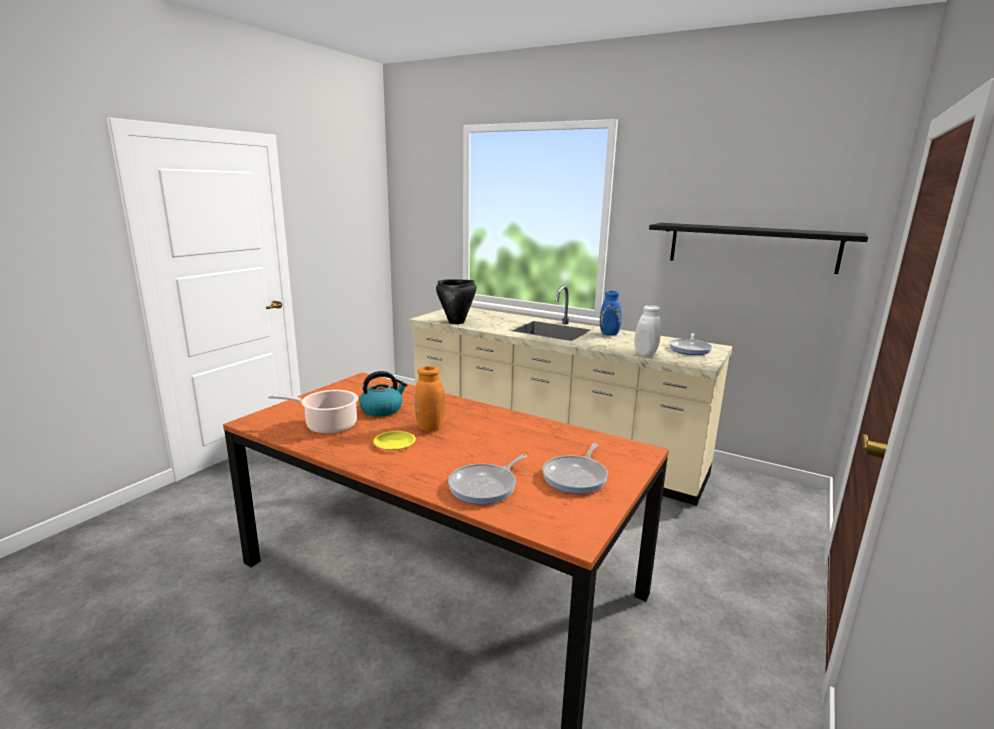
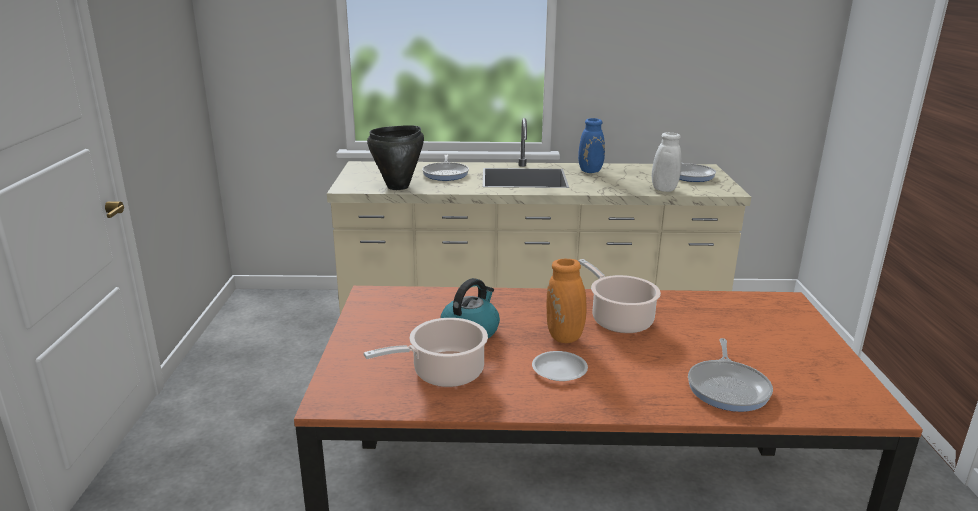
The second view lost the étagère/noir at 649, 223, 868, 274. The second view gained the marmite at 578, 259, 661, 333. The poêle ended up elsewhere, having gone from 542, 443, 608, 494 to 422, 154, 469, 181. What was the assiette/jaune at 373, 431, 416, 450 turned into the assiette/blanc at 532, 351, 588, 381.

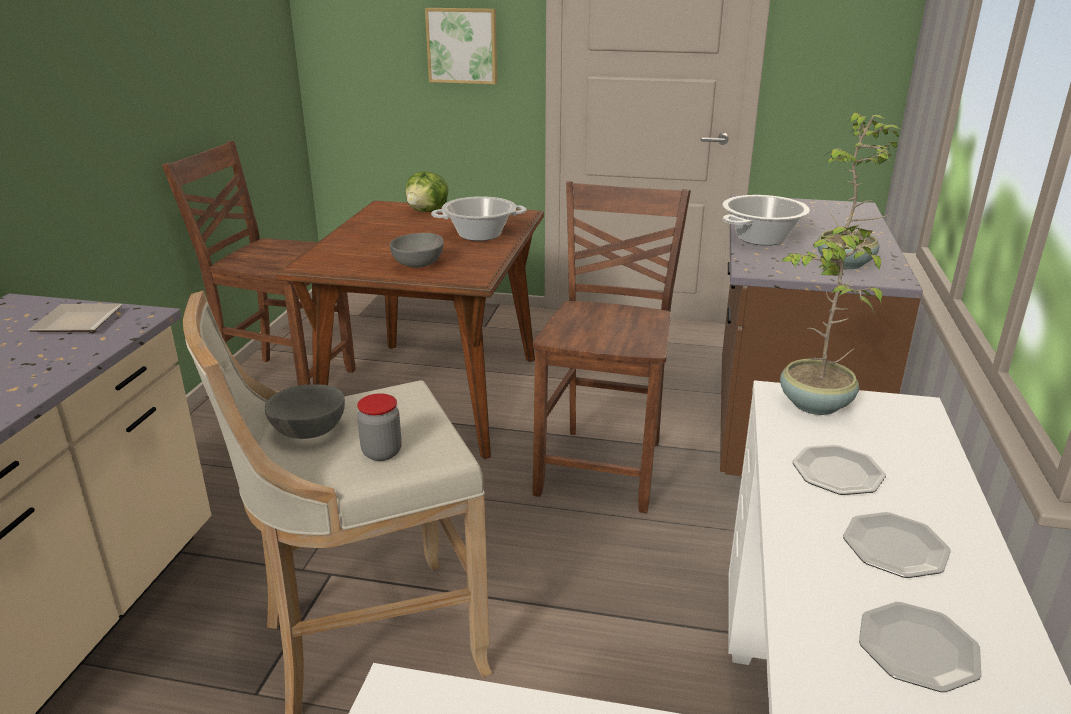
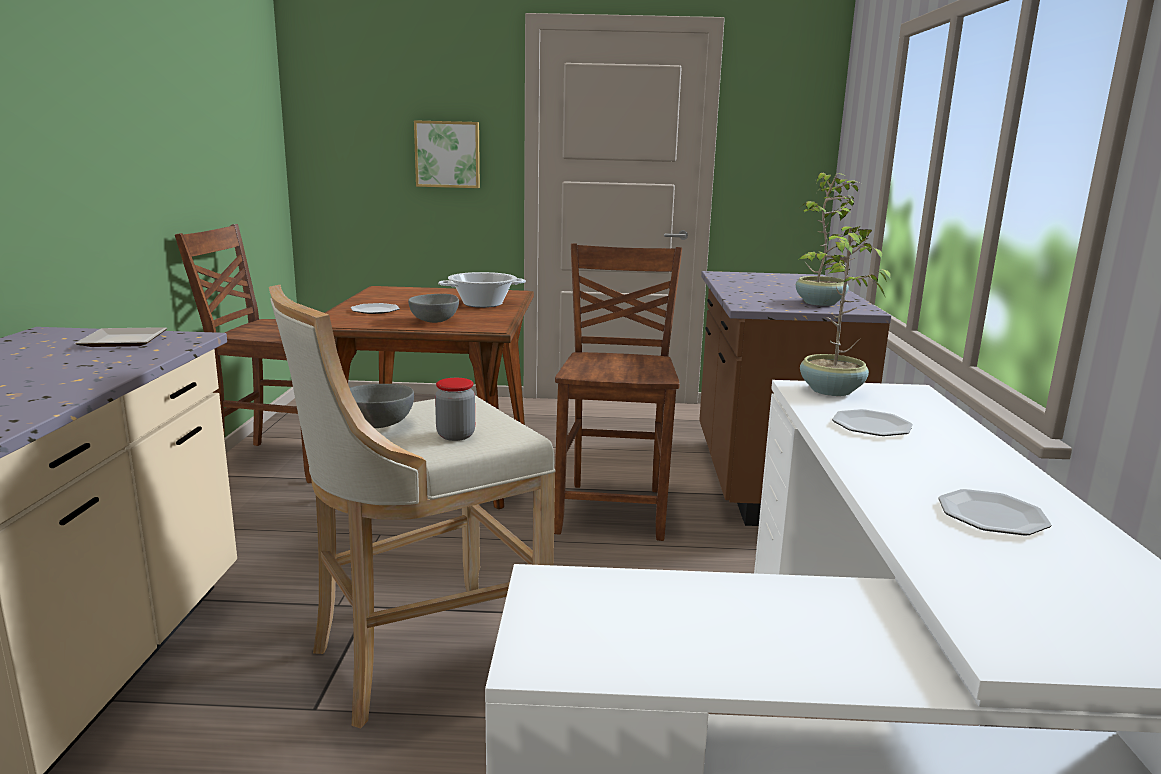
The second view lost the laitue at 405, 171, 449, 212. The second view lost the marmite at 722, 195, 810, 246. The assiette ended up elsewhere, having gone from 843, 512, 951, 578 to 351, 303, 400, 314.

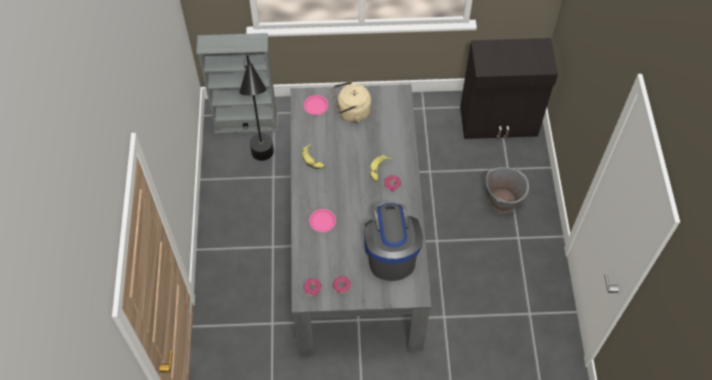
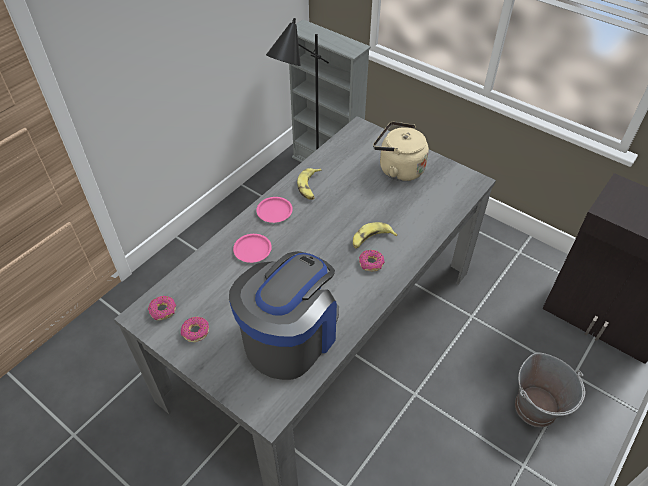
The assiette/rose ended up elsewhere, having gone from 304, 95, 328, 115 to 256, 197, 293, 223.

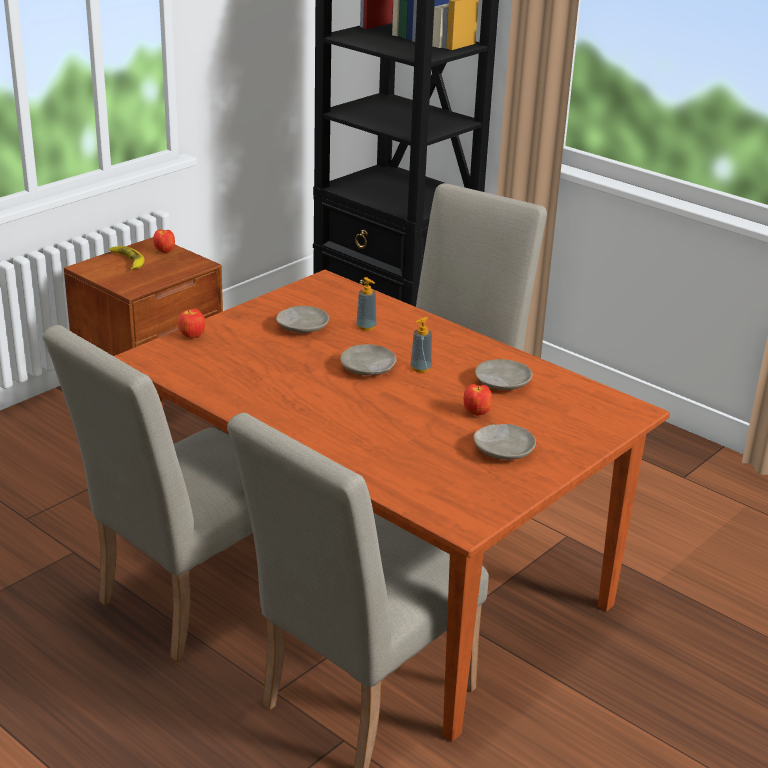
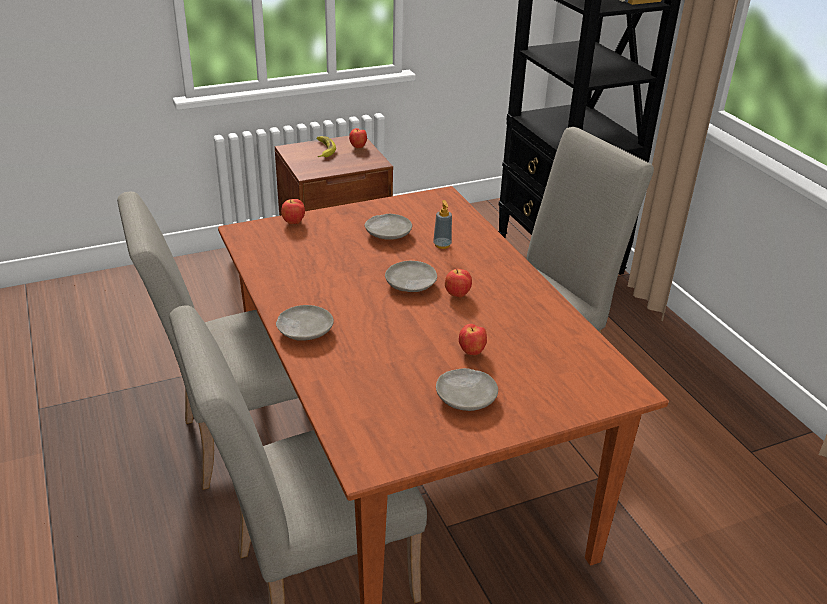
The assiette/beige ended up elsewhere, having gone from 475, 359, 532, 390 to 276, 305, 334, 341. Where the distributeur de savon stood at 410, 317, 432, 373, the pomme came to stand at 445, 269, 472, 298.

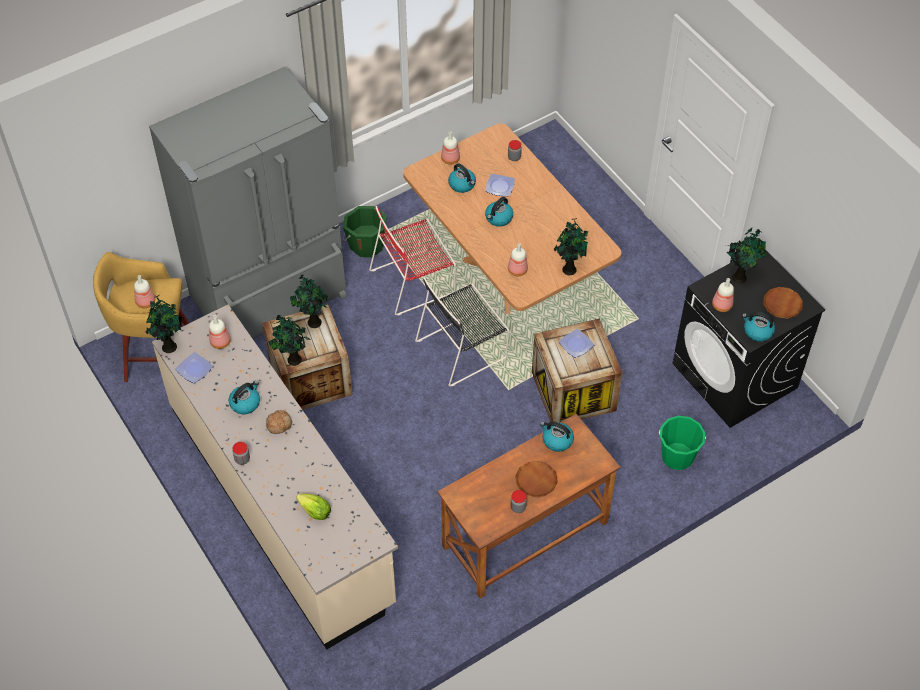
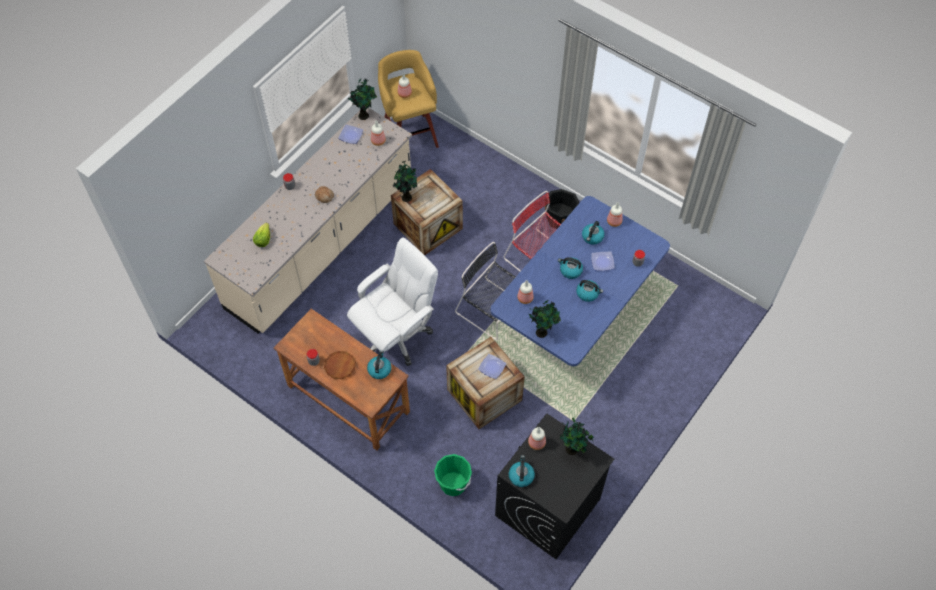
The second view lost the réfrigérateur/gris at 149, 67, 347, 339. The second view lost the plante en pot at 290, 274, 328, 328. The second view lost the assiette/marron at 763, 287, 803, 319. The second view gained the chaise de bureau/blanc at 347, 237, 438, 366. The bouilloire ended up elsewhere, having gone from 229, 381, 260, 415 to 576, 280, 603, 302. What was the seau/vert at 343, 206, 387, 257 turned into the seau/noir at 545, 189, 580, 229. What was the table à manger/marron at 403, 123, 622, 314 turned into the table à manger/bleu at 490, 196, 670, 366.

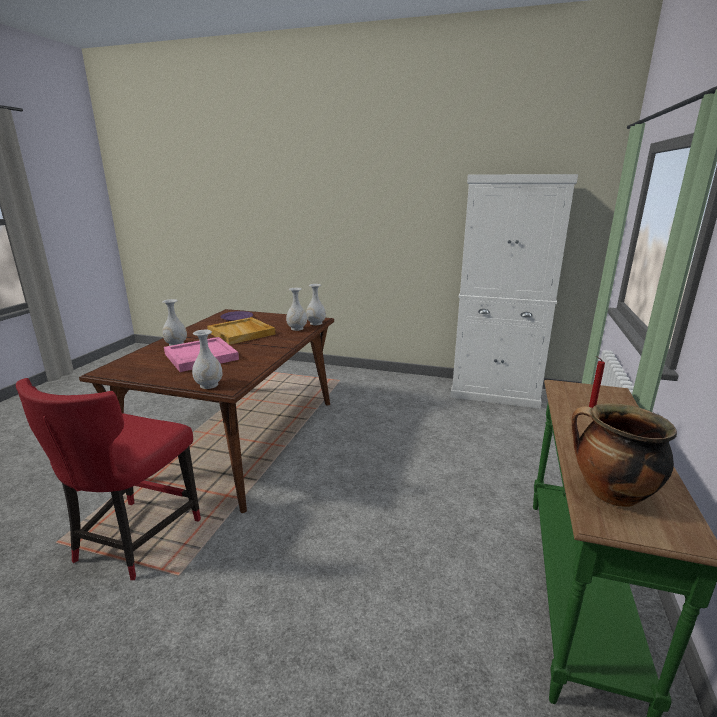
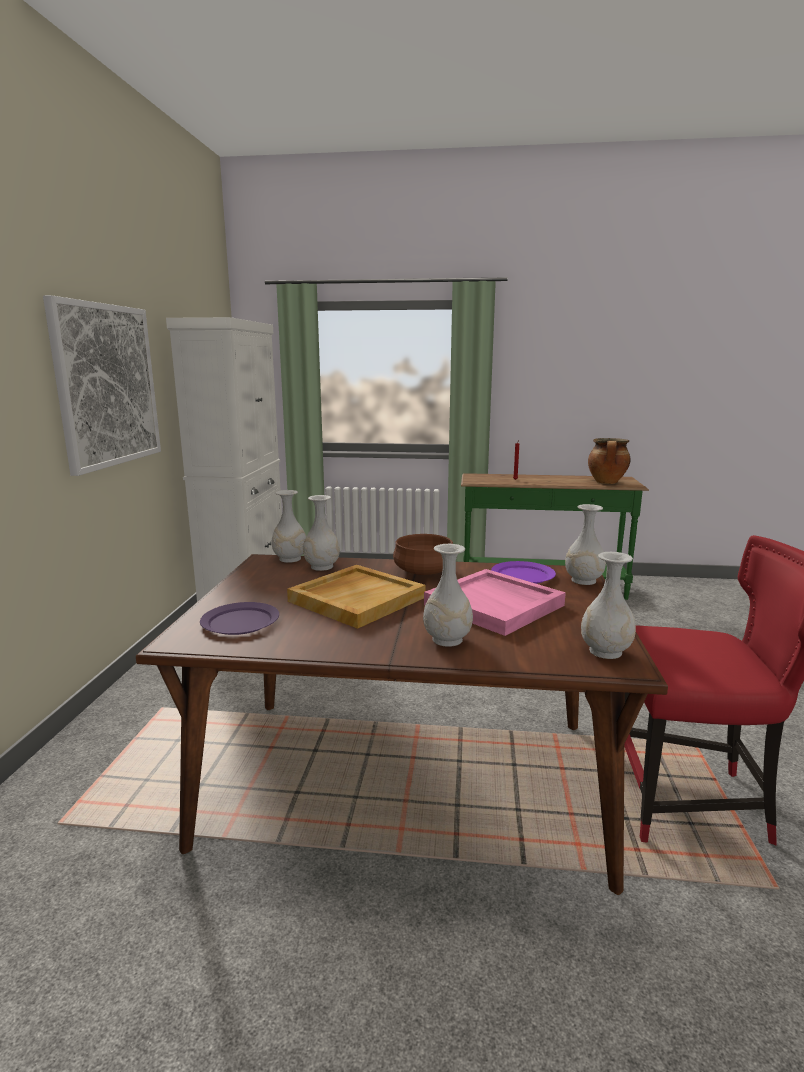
The second view gained the tableau at 43, 295, 161, 476. The second view gained the marmite/marron at 393, 534, 457, 575. The second view gained the assiette/violet at 491, 561, 556, 584. The second view gained the vase/blanc at 581, 552, 636, 659.

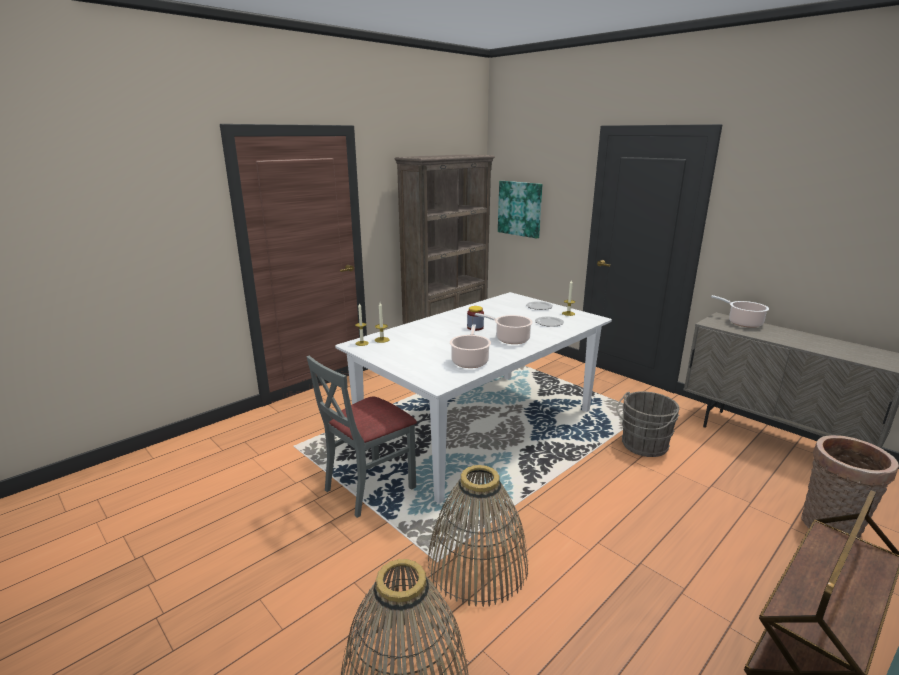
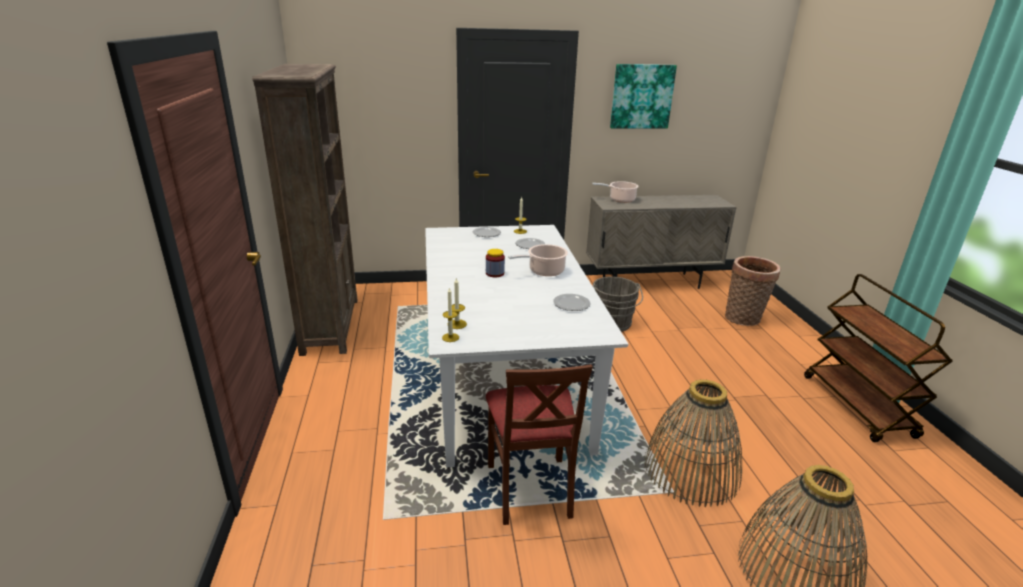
The tableau ended up elsewhere, having gone from 498, 181, 542, 239 to 610, 64, 677, 128. Where the marmite stood at 450, 324, 491, 368, the assiette came to stand at 553, 294, 590, 311. What was the chaise/gris at 307, 356, 417, 518 turned into the chaise/marron at 486, 364, 593, 525.

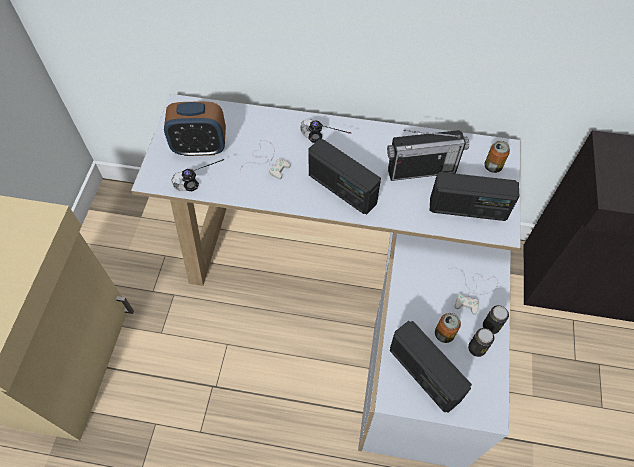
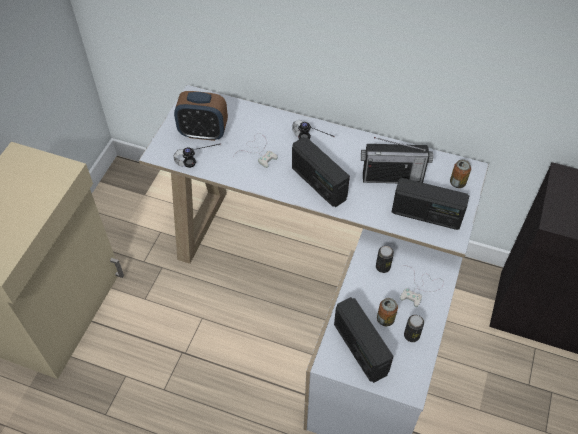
The boîte métallique ended up elsewhere, having gone from 483, 305, 509, 334 to 376, 246, 394, 273.

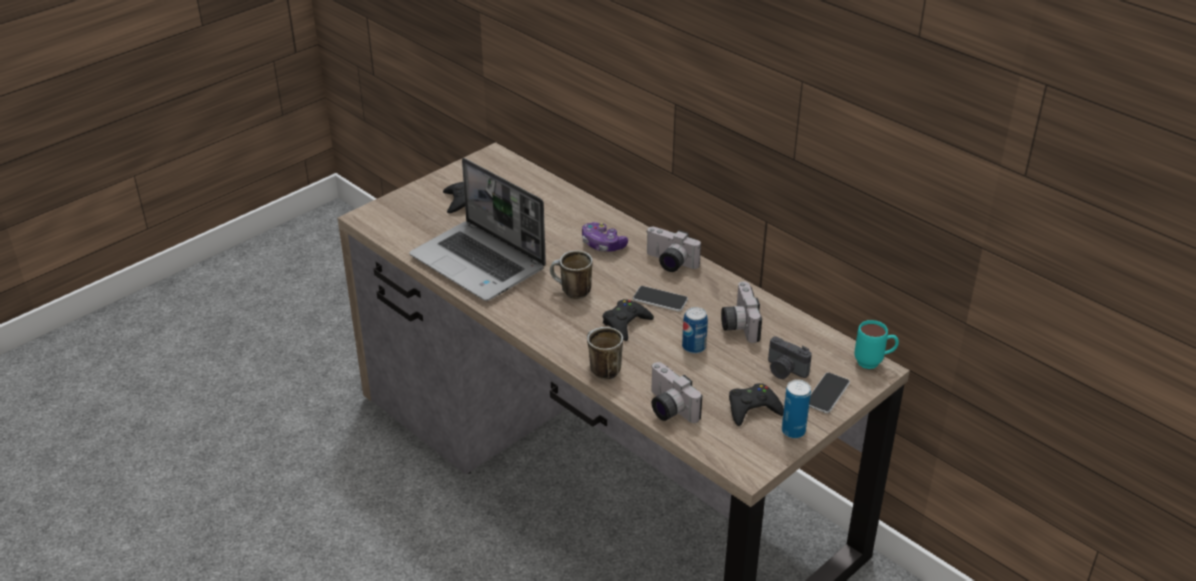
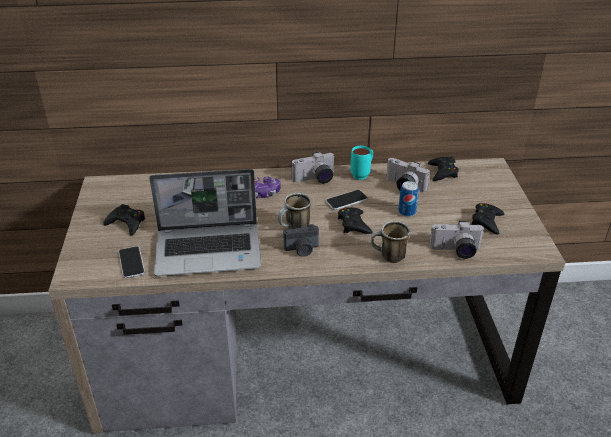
The second view lost the boîte métallique at 782, 379, 811, 438. The second view gained the manette/noir at 428, 156, 459, 181. The appareil photo ended up elsewhere, having gone from 768, 336, 812, 379 to 283, 224, 319, 257. The téléphone ended up elsewhere, having gone from 809, 372, 850, 413 to 119, 246, 145, 278. The mug/turquoise ended up elsewhere, having gone from 854, 320, 899, 369 to 350, 146, 373, 180.

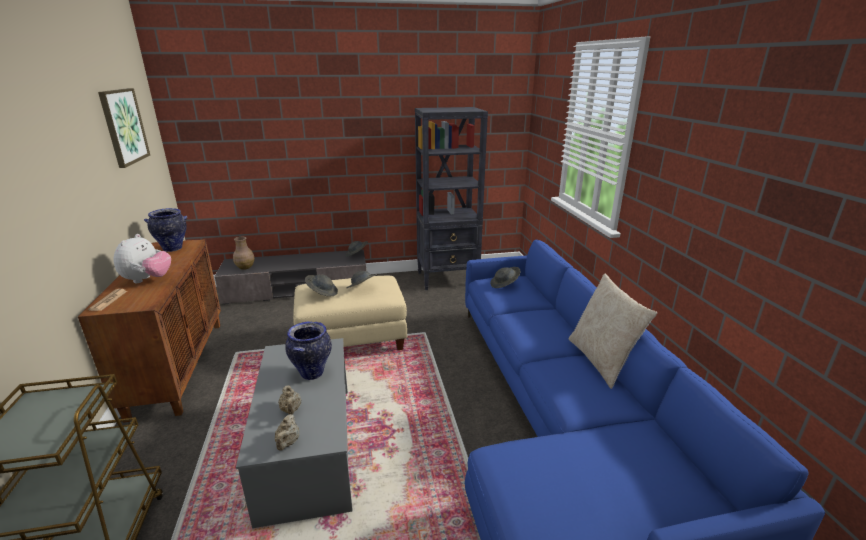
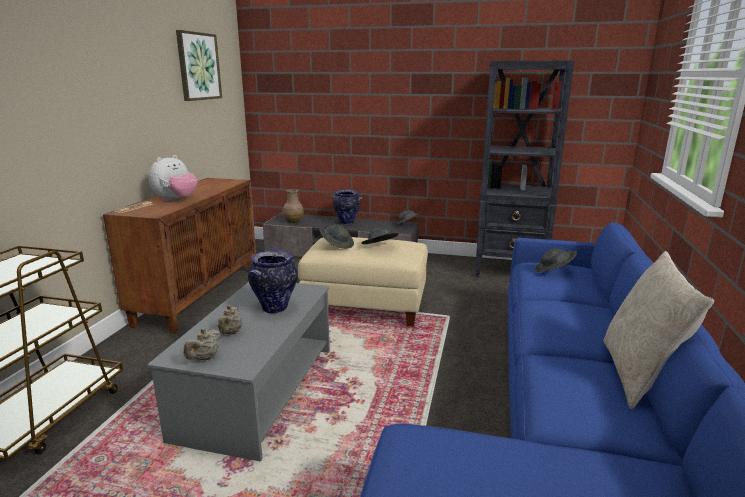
The vase ended up elsewhere, having gone from 144, 208, 187, 252 to 332, 189, 362, 224.

